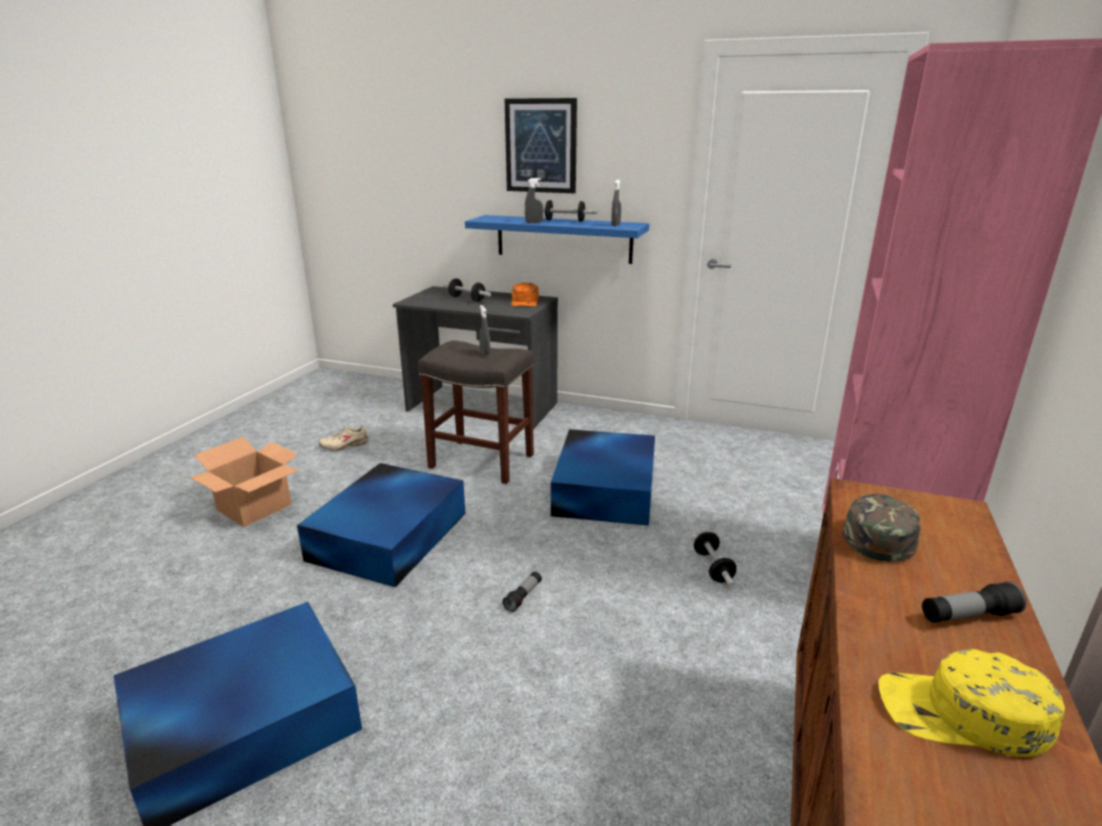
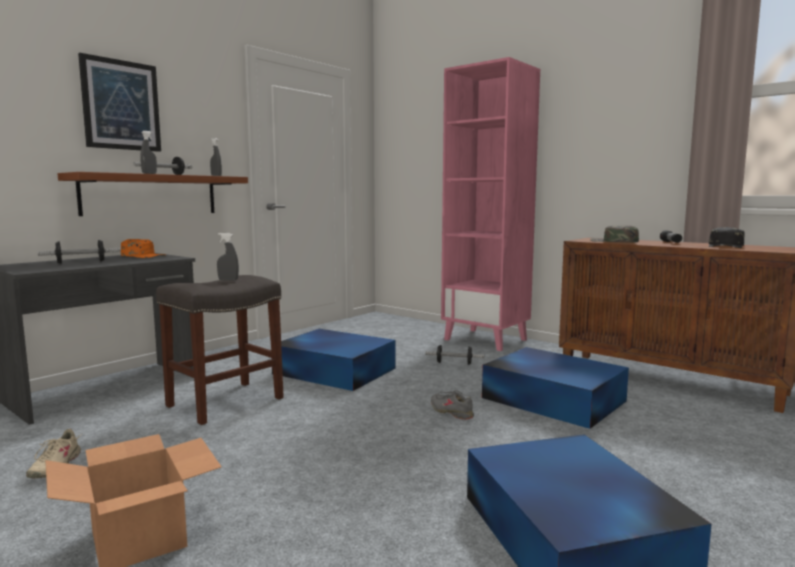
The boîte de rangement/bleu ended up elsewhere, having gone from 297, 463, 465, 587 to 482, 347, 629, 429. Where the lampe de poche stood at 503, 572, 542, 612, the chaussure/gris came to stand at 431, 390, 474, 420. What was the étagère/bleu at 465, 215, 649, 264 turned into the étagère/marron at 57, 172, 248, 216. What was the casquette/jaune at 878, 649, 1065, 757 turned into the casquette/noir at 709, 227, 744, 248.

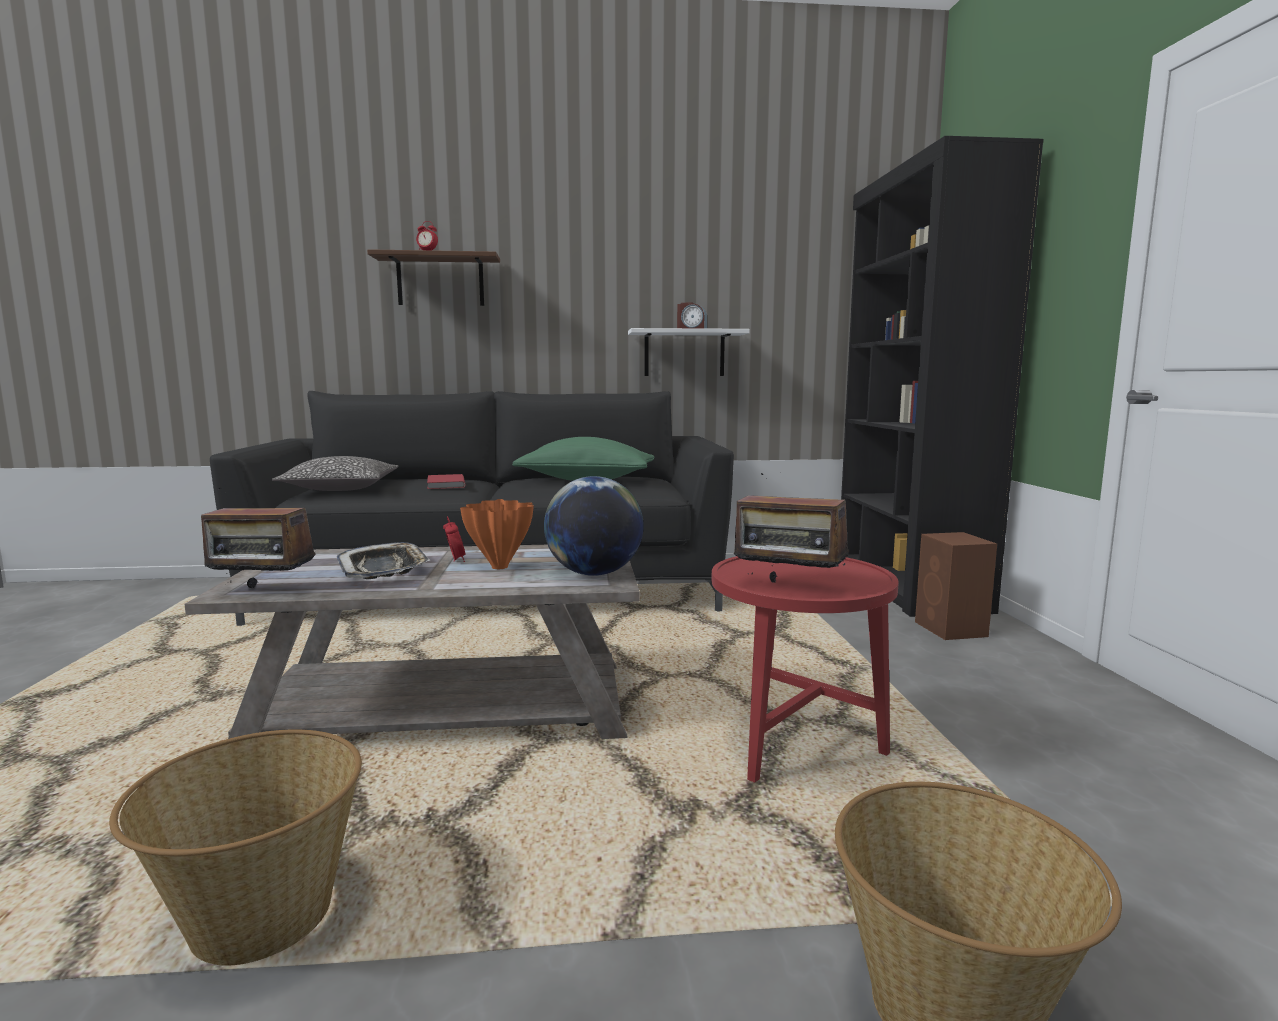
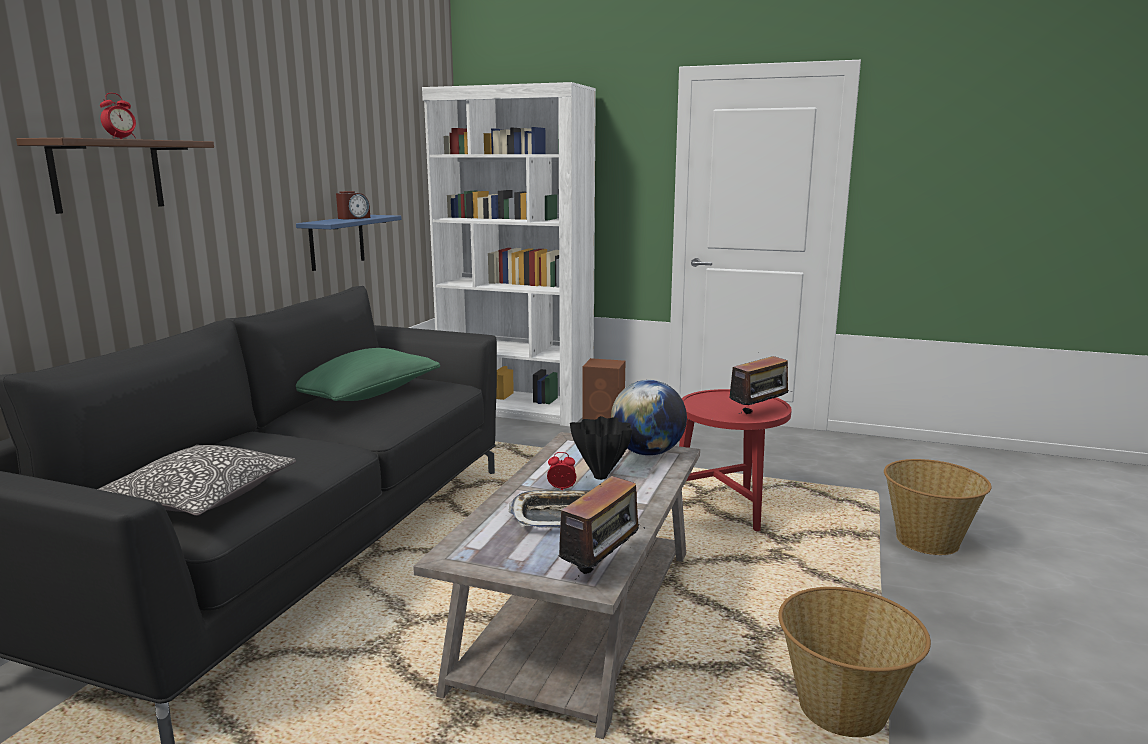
The second view lost the livre/rouge at 427, 474, 465, 489. What was the vase/orange at 460, 499, 534, 569 turned into the vase/noir at 570, 416, 632, 480. What was the étagère/blanc at 628, 328, 750, 376 turned into the étagère/bleu at 296, 215, 402, 271. What was the bibliothèque/noir at 841, 136, 1044, 617 turned into the bibliothèque/blanc at 422, 82, 596, 426.

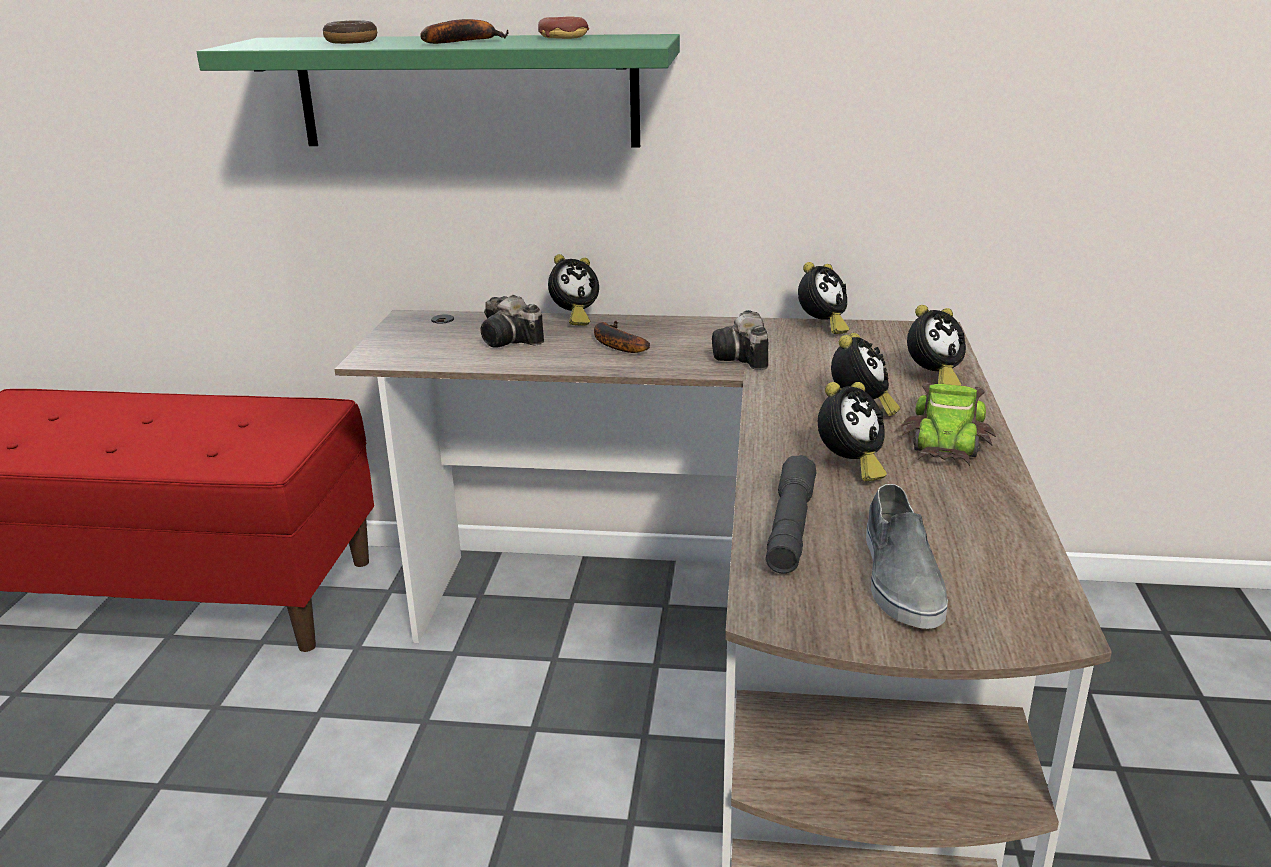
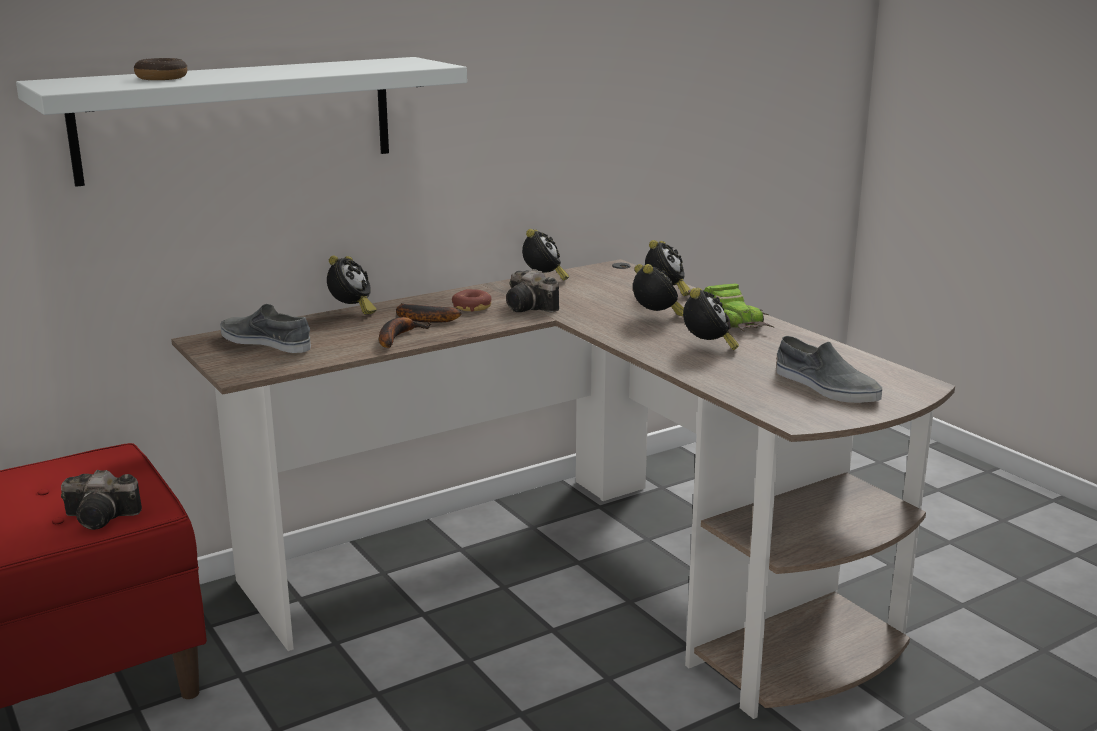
The second view lost the lampe de poche/gris at 766, 455, 817, 574. The second view gained the chaussure/gris at 220, 304, 311, 353. The banane ended up elsewhere, having gone from 420, 19, 509, 44 to 379, 317, 432, 348. The appareil photo ended up elsewhere, having gone from 480, 295, 544, 348 to 61, 470, 142, 530. The beignet ended up elsewhere, having gone from 538, 16, 589, 39 to 452, 289, 492, 312. What was the étagère/vert at 197, 34, 680, 147 turned into the étagère/blanc at 16, 57, 467, 187.

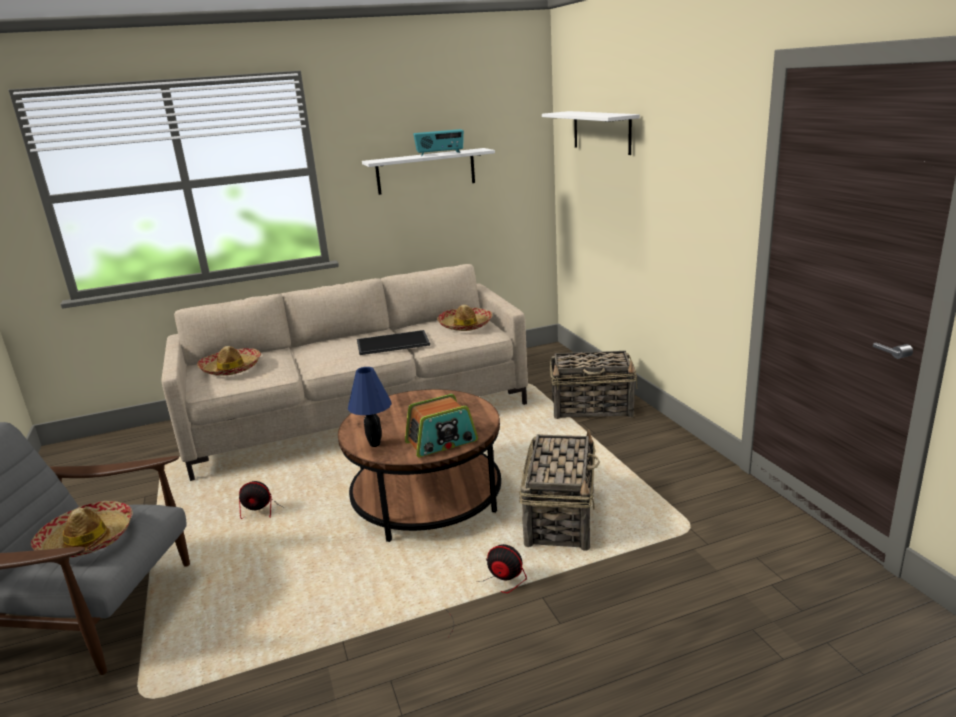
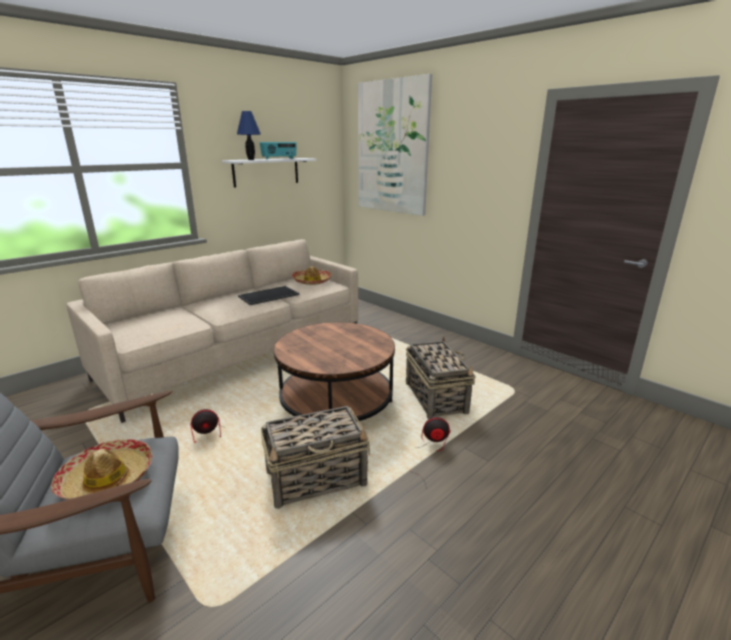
The second view lost the chapeau at 197, 346, 261, 376. The second view lost the radio at 405, 394, 478, 457. The lampe de table/bleu ended up elsewhere, having gone from 348, 367, 391, 447 to 237, 111, 261, 160. The panier ended up elsewhere, having gone from 550, 351, 637, 419 to 261, 406, 370, 509. Where the étagère/blanc hung at 542, 111, 640, 155, the tableau came to hang at 358, 74, 432, 216.

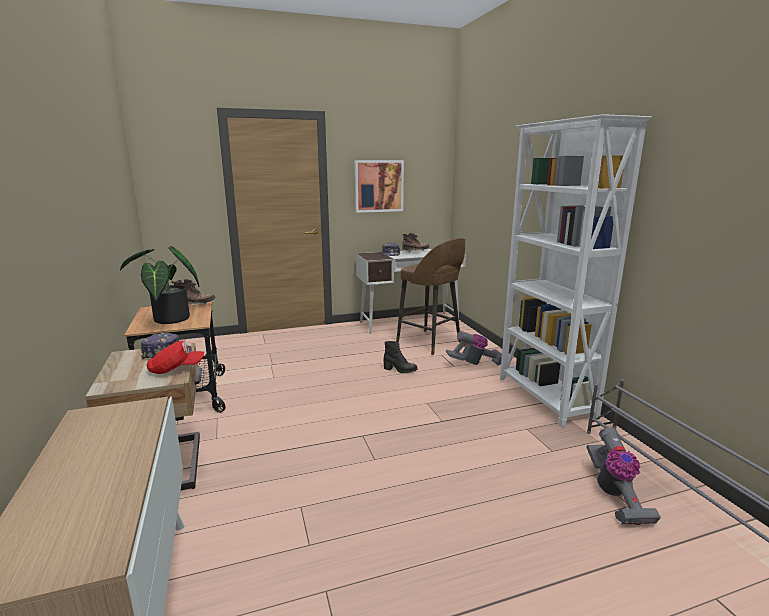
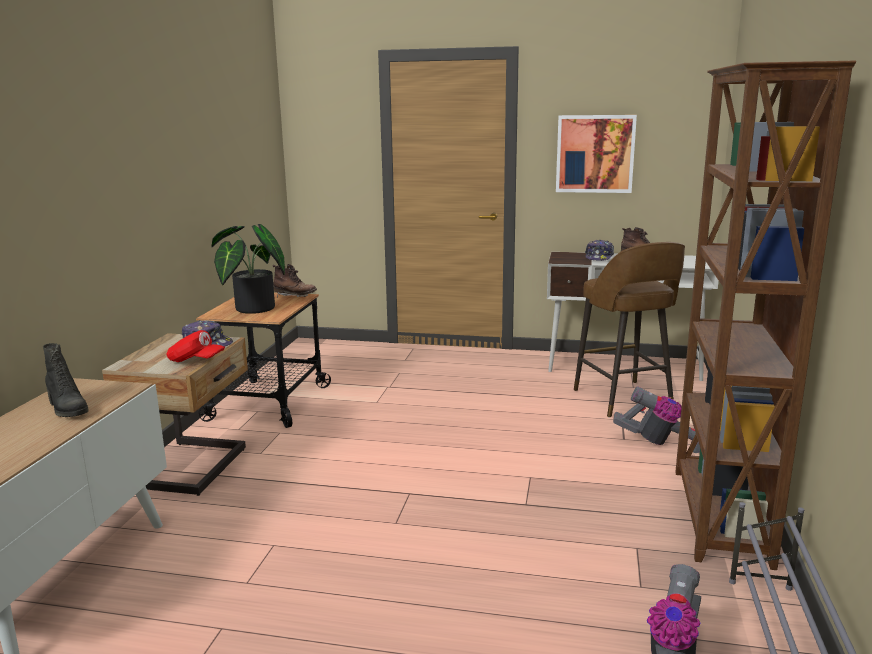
The botte/noir ended up elsewhere, having gone from 383, 341, 417, 373 to 43, 343, 89, 417. What was the bibliothèque/blanc at 500, 114, 652, 427 turned into the bibliothèque/marron at 675, 60, 856, 570.

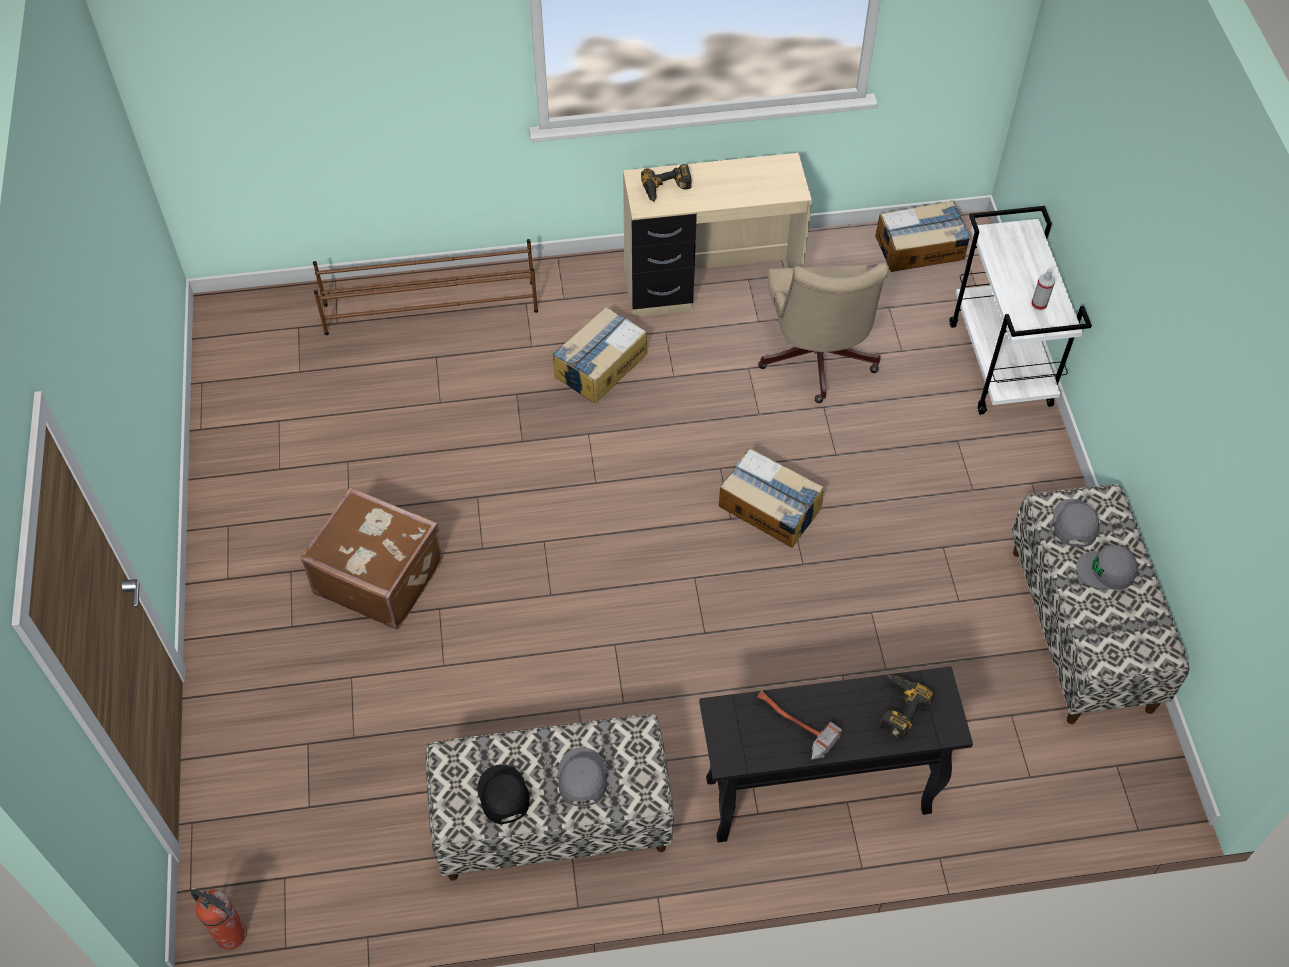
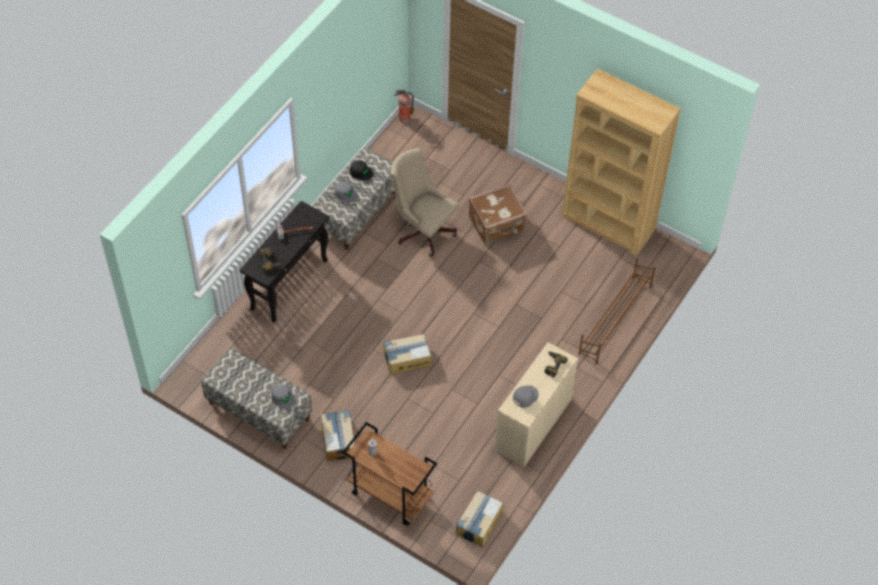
The second view gained the bibliothèque/marron at 562, 68, 681, 256. The carton ended up elsewhere, having gone from 553, 307, 647, 403 to 321, 410, 354, 461. The chaise de bureau/beige ended up elsewhere, having gone from 758, 263, 888, 403 to 390, 148, 459, 257. The casquette/gris ended up elsewhere, having gone from 1076, 545, 1138, 590 to 513, 385, 539, 408. What was the chariot/blanc at 950, 206, 1092, 415 turned into the chariot/marron at 342, 422, 437, 526.

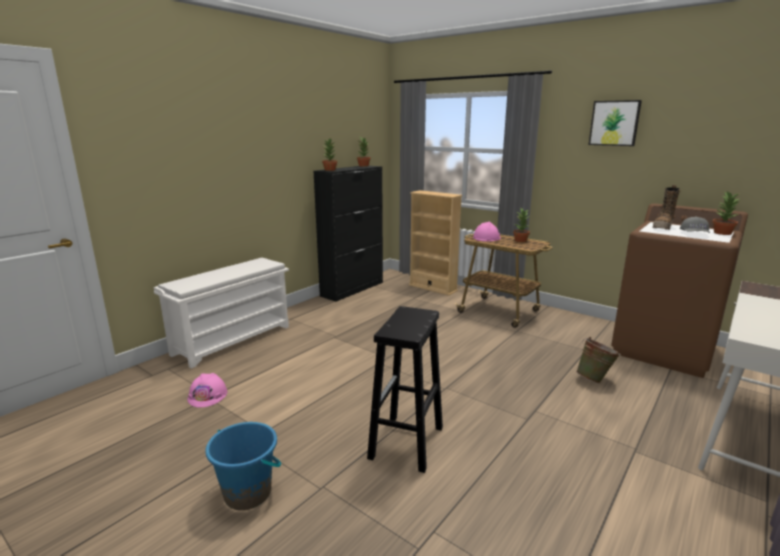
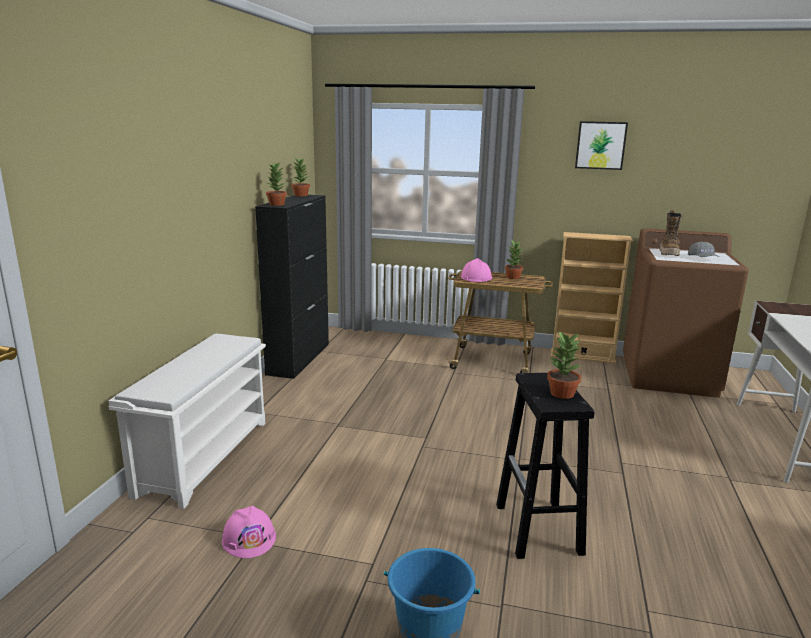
The second view lost the seau/vert at 576, 337, 621, 383. The bibliothèque/beige ended up elsewhere, having gone from 409, 190, 462, 296 to 551, 232, 633, 364. The plante en pot ended up elsewhere, having gone from 713, 191, 741, 235 to 547, 331, 582, 399.

